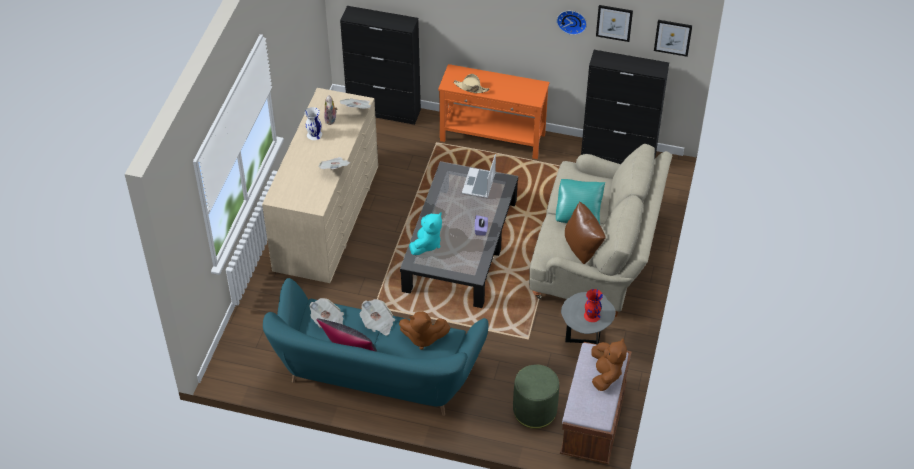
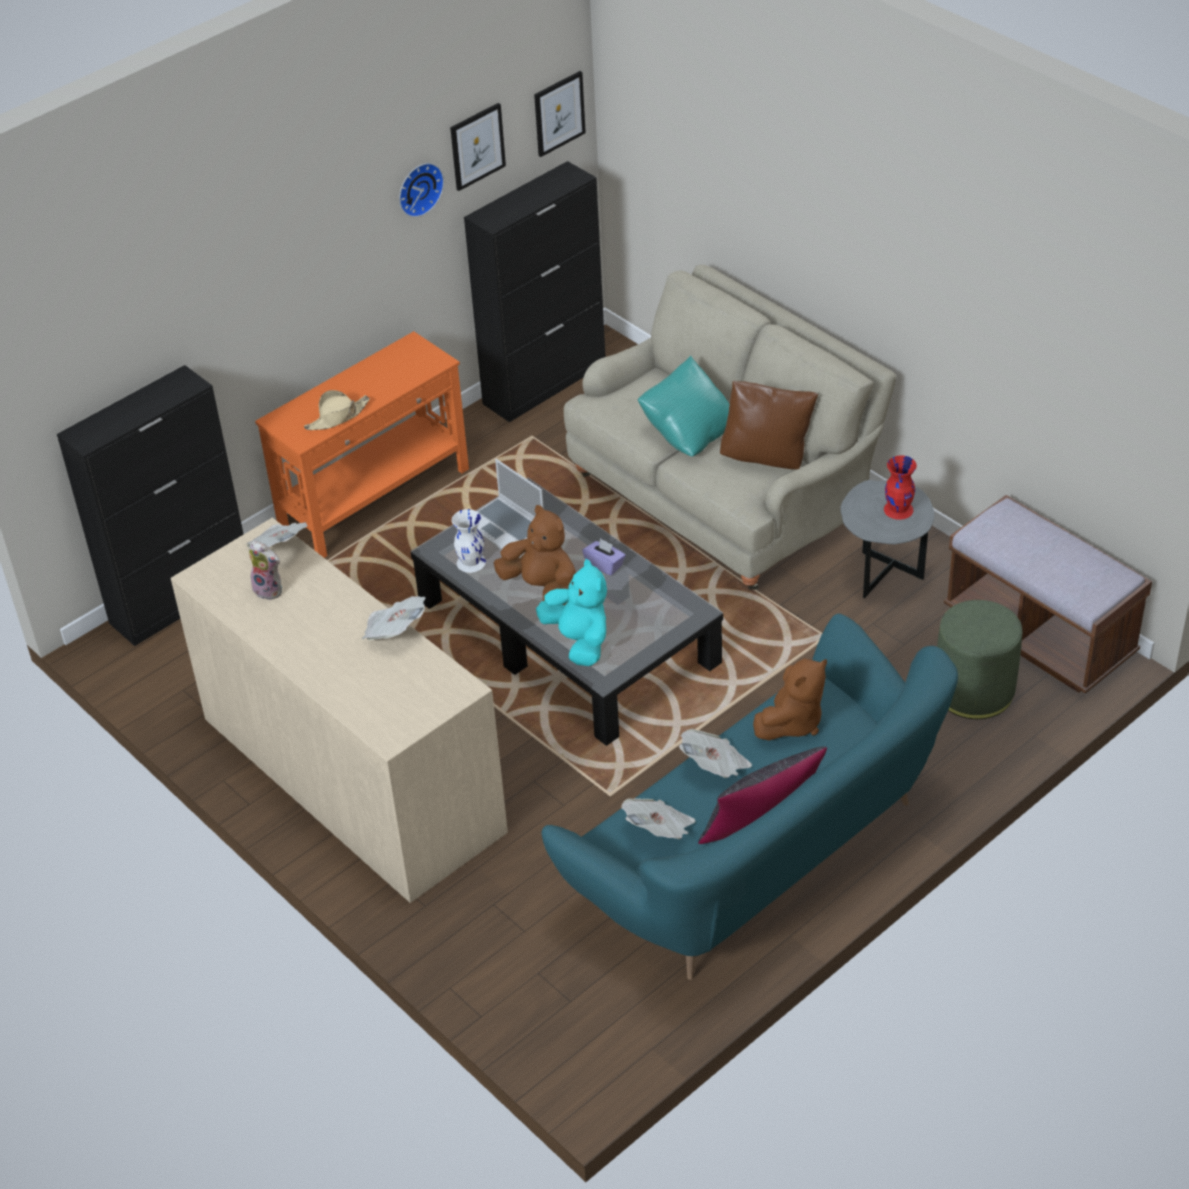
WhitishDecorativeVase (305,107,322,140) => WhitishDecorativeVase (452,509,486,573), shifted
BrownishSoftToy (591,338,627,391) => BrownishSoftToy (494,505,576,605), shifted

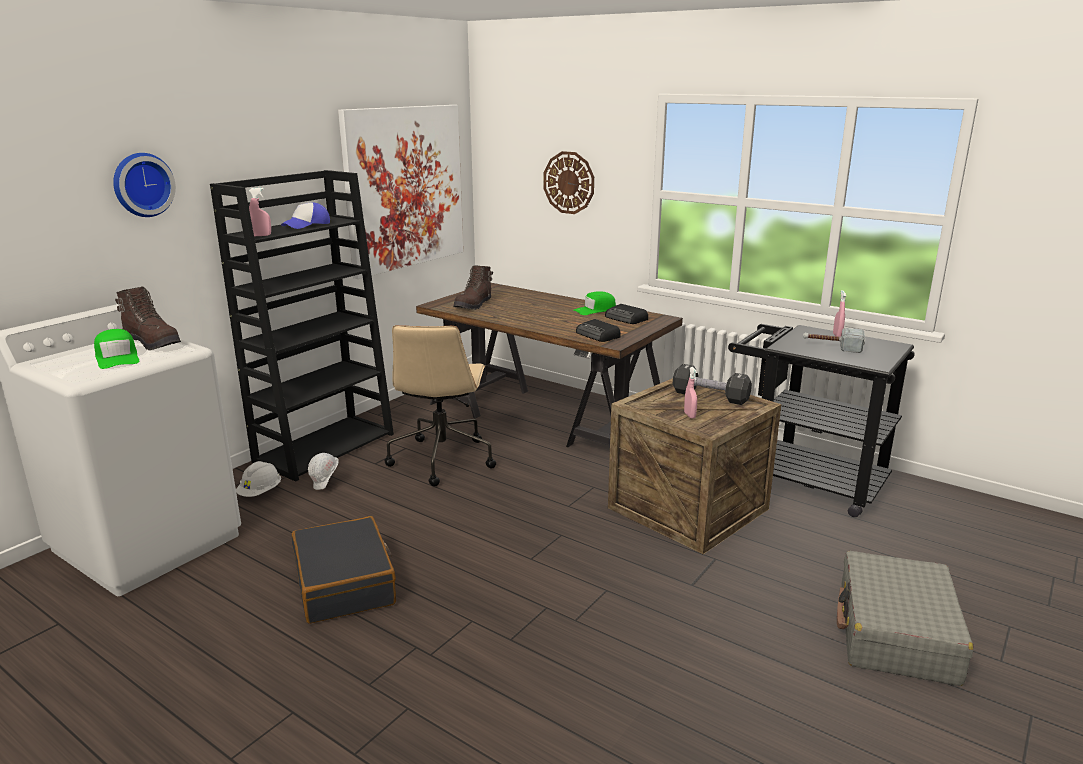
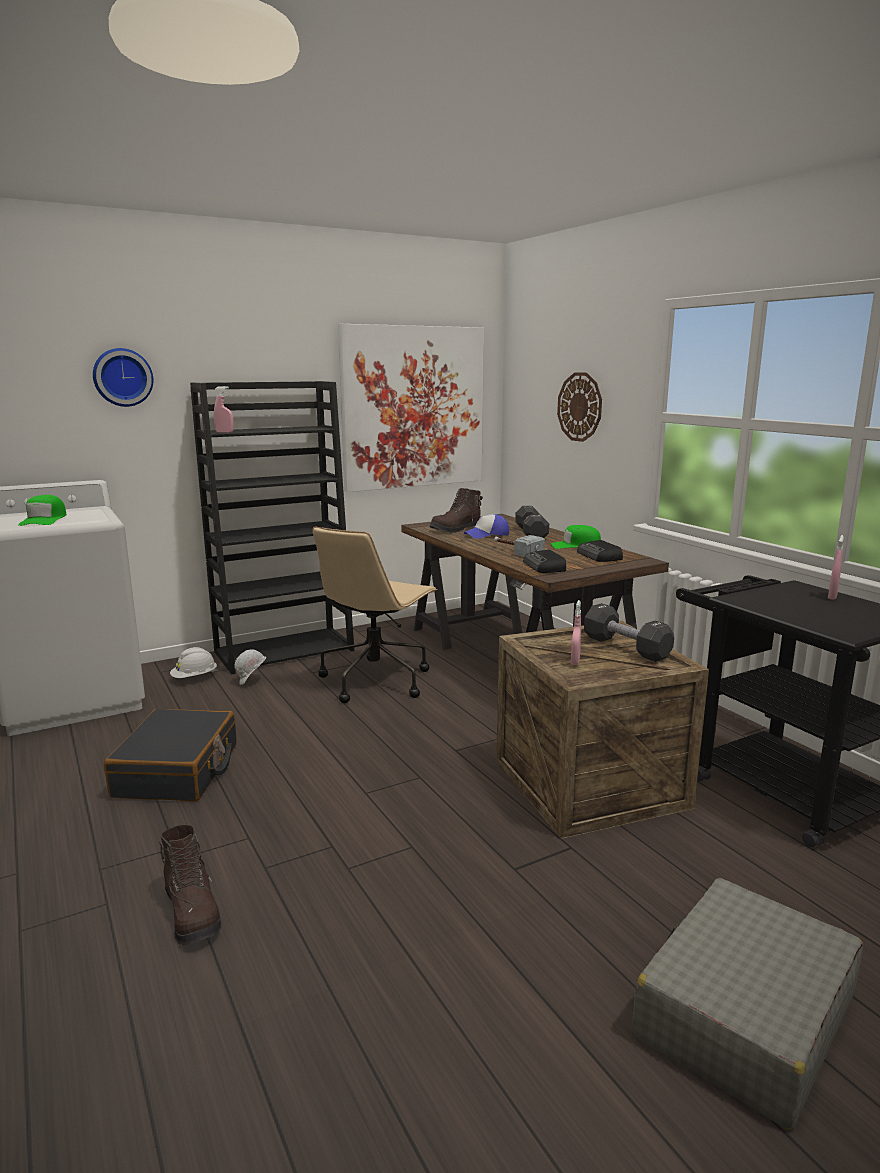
nothing => BlackishDumbbell (515,506,549,538)
BrownishBoot (115,286,181,350) => BrownishBoot (159,825,222,945), shifted
PeakedCap (281,202,330,229) => PeakedCap (464,514,509,539), shifted
ToolHammer (803,328,865,353) => ToolHammer (494,535,545,557), shifted

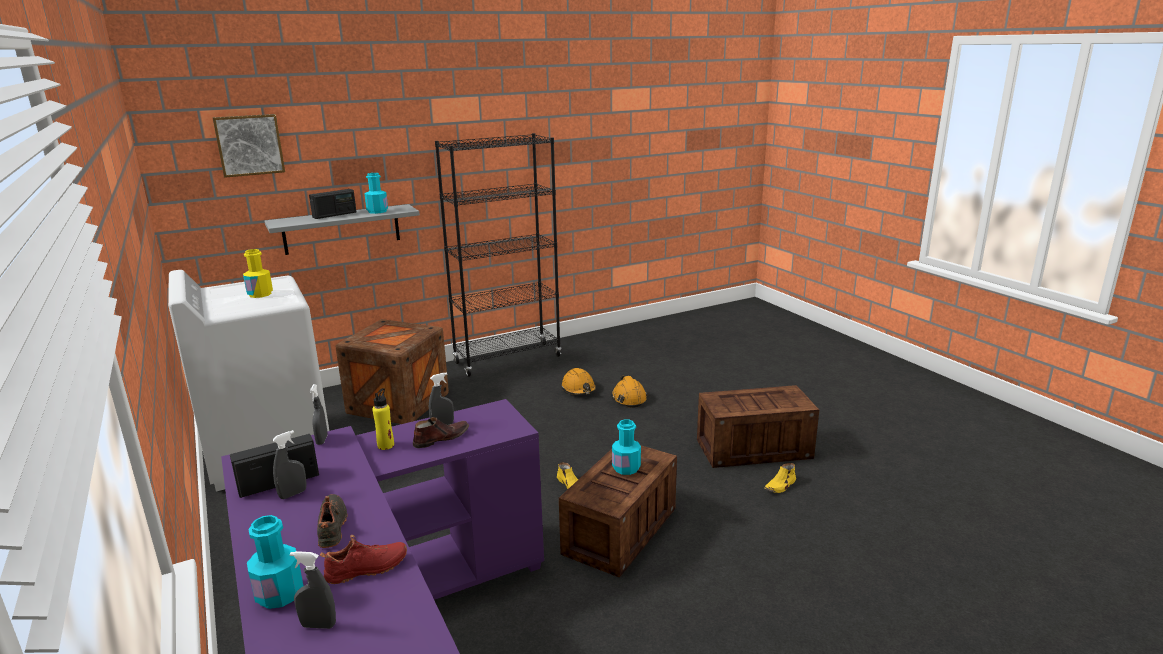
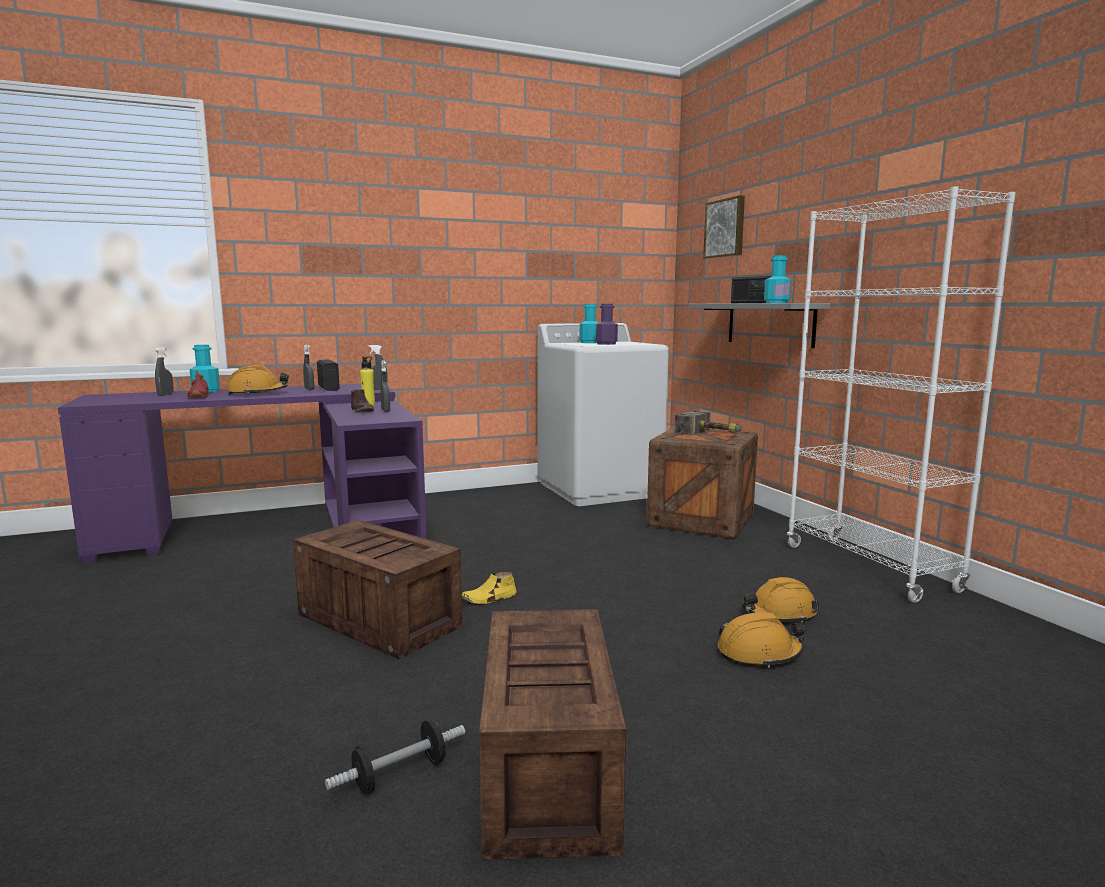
nothing => ToolHammer (674,411,742,435)
TurquoiseBottle (612,419,641,475) => TurquoiseBottle (580,304,598,343), shifted
BlackishItemOfFootwear (317,494,348,548) => OrangeySafetyHelmet (226,365,289,395)
YellowColouredItemOfFootwear (764,463,796,493) => Dumbbell (325,720,465,794)
YellowColouredBottle (243,249,273,298) => PurpleBottle (596,304,618,345)
BlackishBookcase (435,133,561,377) => WhitishBookcase (787,186,1016,603)

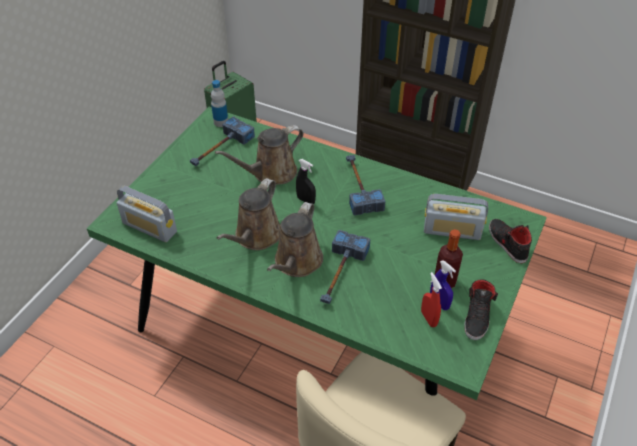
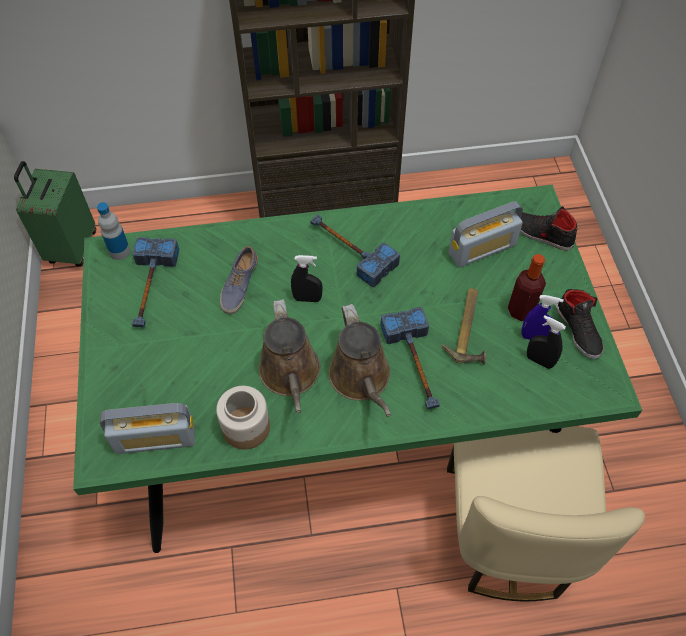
nothing => StorageJar (216,386,270,450)
nothing => ToolHammer (442,288,486,365)
BrownishWateringCan (215,125,303,185) => ItemOfFootwear (220,246,258,314)
RedColouredSprayer (421,272,442,327) => BlackishSprayer (527,315,566,369)

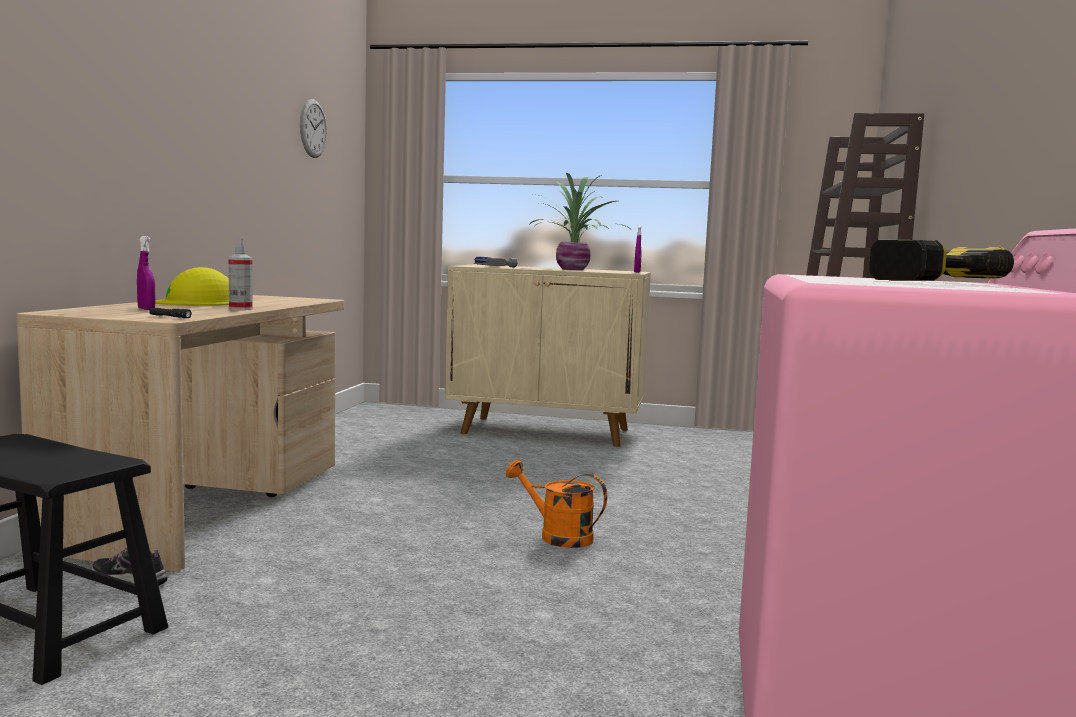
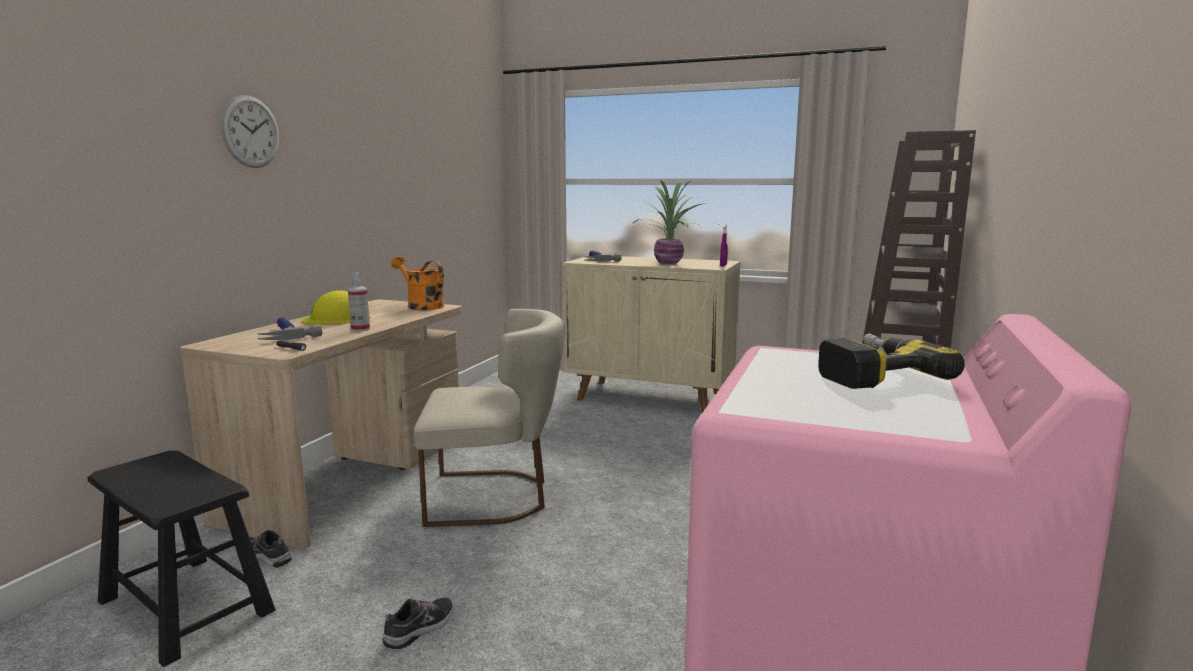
nothing => ItemOfFootwear (383,598,453,649)
nothing => SandColouredChair (414,309,565,527)
ClockOnTheWall (300,99,327,158) => ClockOnTheWall (221,95,279,168), shifted
OrangeyWateringCan (506,460,607,548) => OrangeyWateringCan (391,256,444,310), shifted
PurpleSprayer (137,236,156,310) => ToolHammer (258,317,322,340)

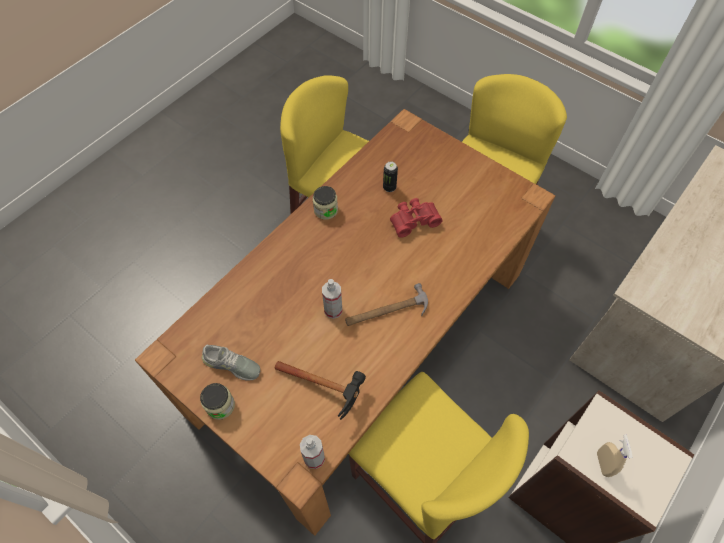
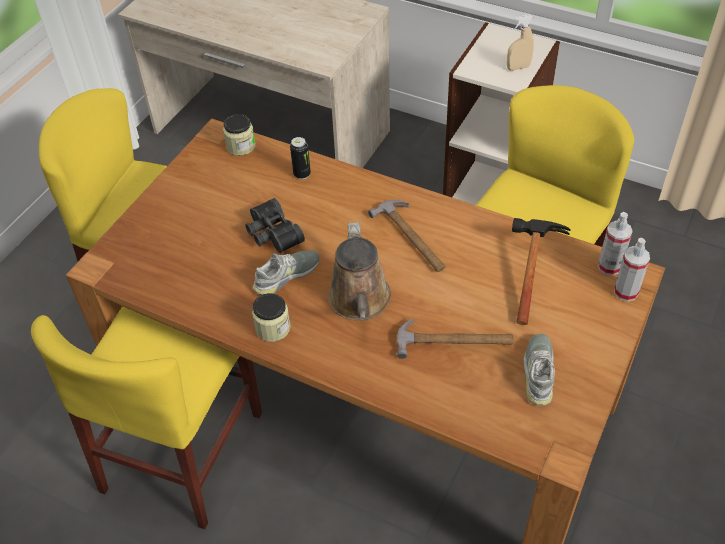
nothing => GrayItemOfFootwear (253,250,320,295)
nothing => BrownishWateringCan (328,222,391,321)
nothing => ToolHammer (397,318,514,359)
StorageJar (200,383,235,420) => StorageJar (223,114,256,156), shifted
Sprayer (322,279,342,319) => Sprayer (614,238,650,302), shifted
MetalCan (383,162,398,192) => MetalCan (290,137,311,179), shifted
RedColouredBinoculars (390,198,443,238) => BlackishBinoculars (245,198,305,253)

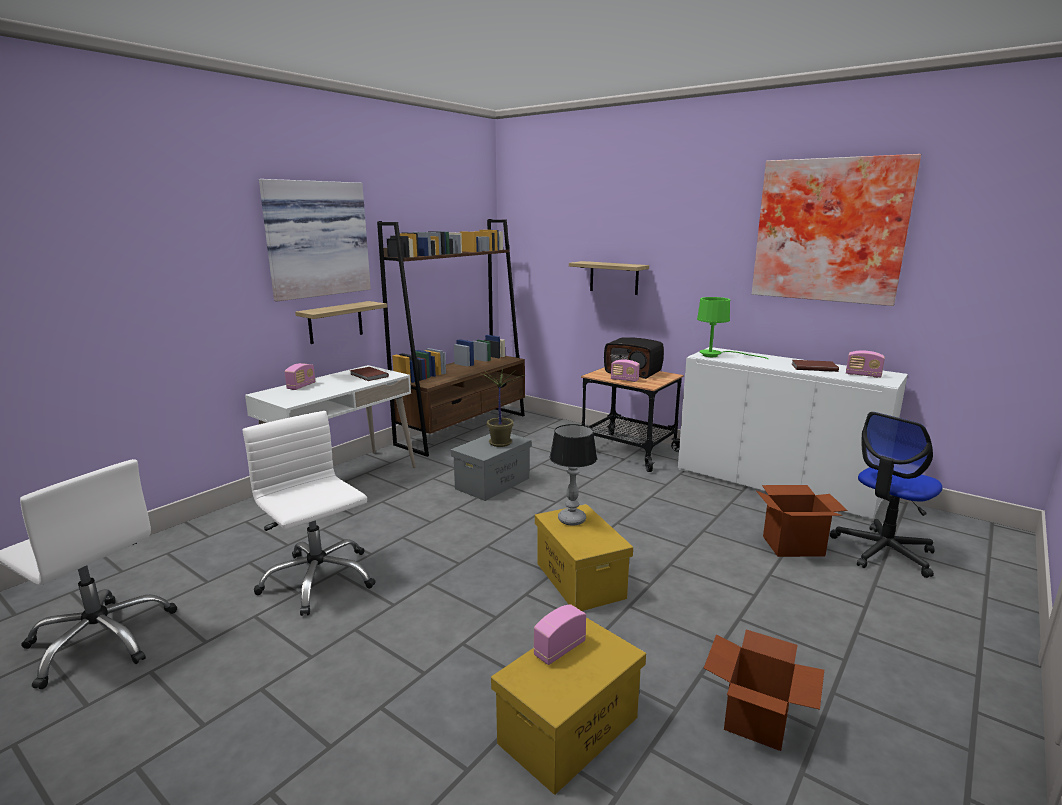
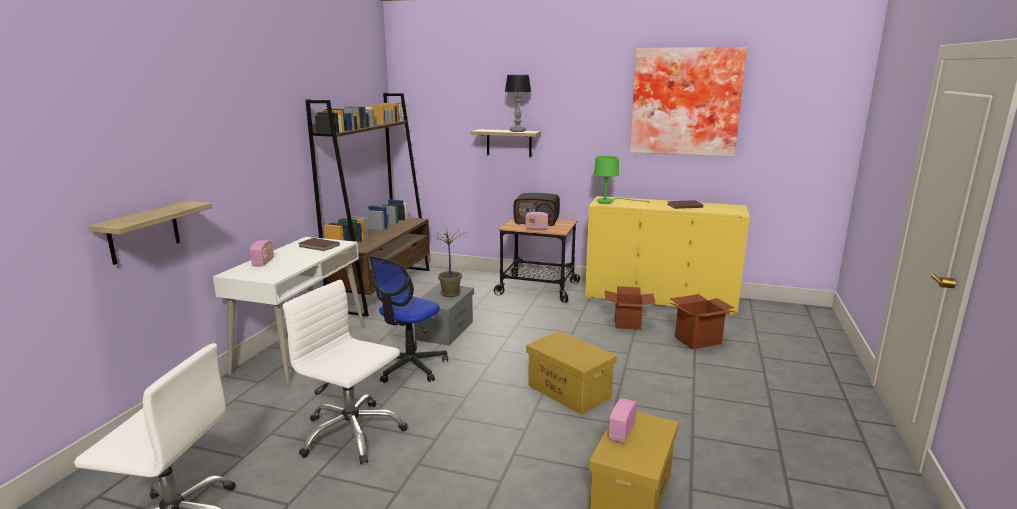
Picture (259,179,371,301) => nothing
Radio (846,350,885,378) => nothing
BracketShelf (295,301,387,344) => BracketShelf (88,201,212,265), shifted
TableLamp (550,424,597,526) => TableLamp (505,75,531,132), shifted
Carton (704,630,824,751) => Carton (605,286,656,330), shifted
ComputerChair (830,412,942,578) => ComputerChair (369,256,448,383), shifted
WhitishStorageCabinet (678,347,908,521) => YellowColouredStorageCabinet (585,196,750,315)

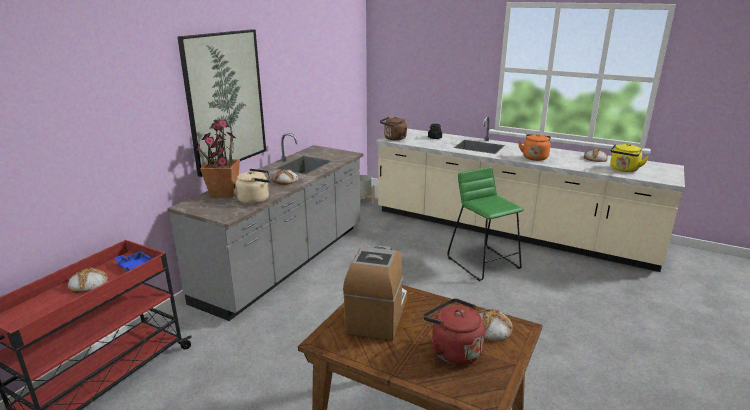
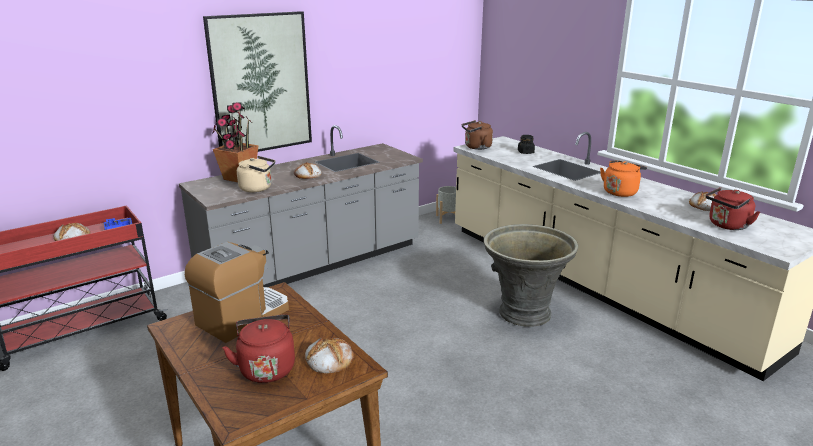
GreenColouredSittingStool (447,167,523,281) => GrayPlantPot (484,224,578,327)
YellowColouredKettle (610,143,649,172) => RedColouredKettle (706,187,760,230)

